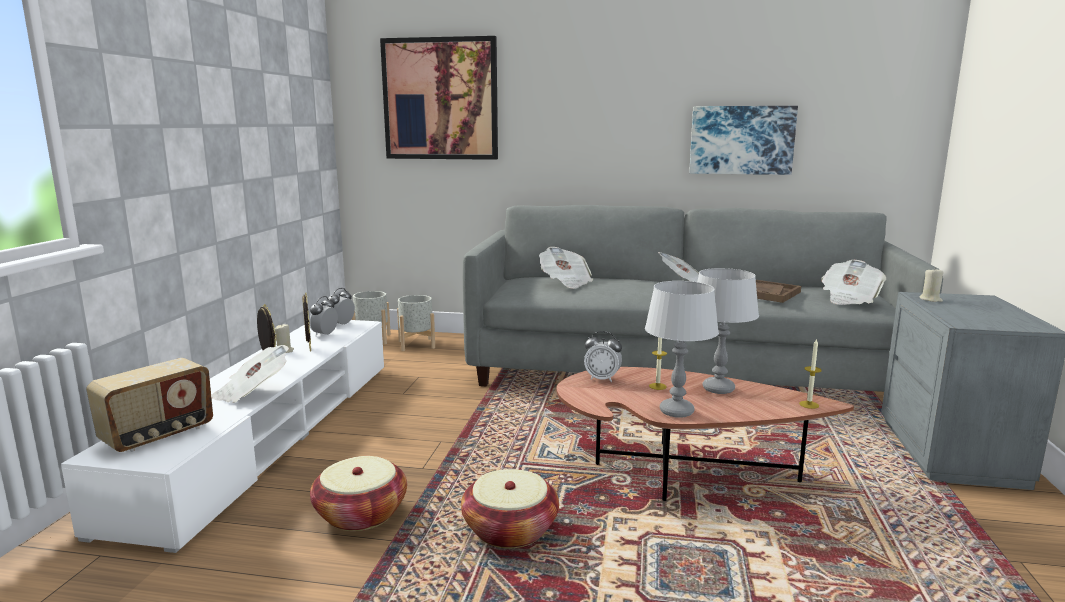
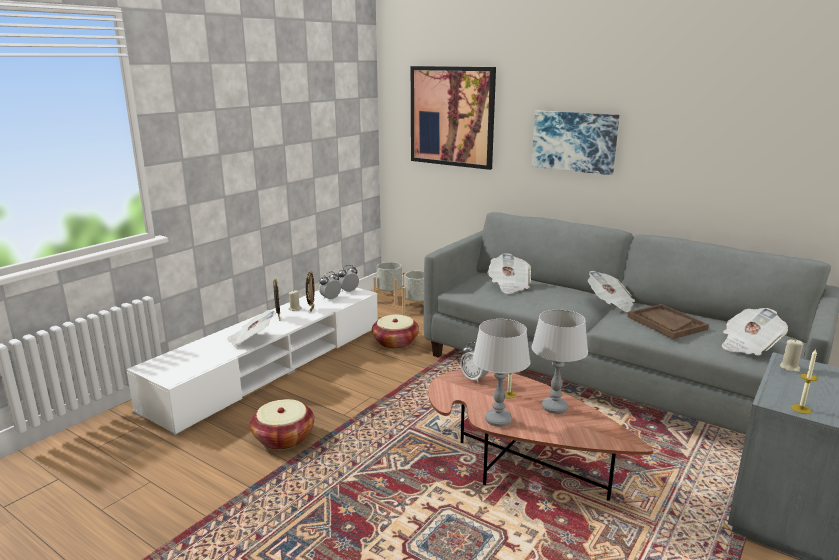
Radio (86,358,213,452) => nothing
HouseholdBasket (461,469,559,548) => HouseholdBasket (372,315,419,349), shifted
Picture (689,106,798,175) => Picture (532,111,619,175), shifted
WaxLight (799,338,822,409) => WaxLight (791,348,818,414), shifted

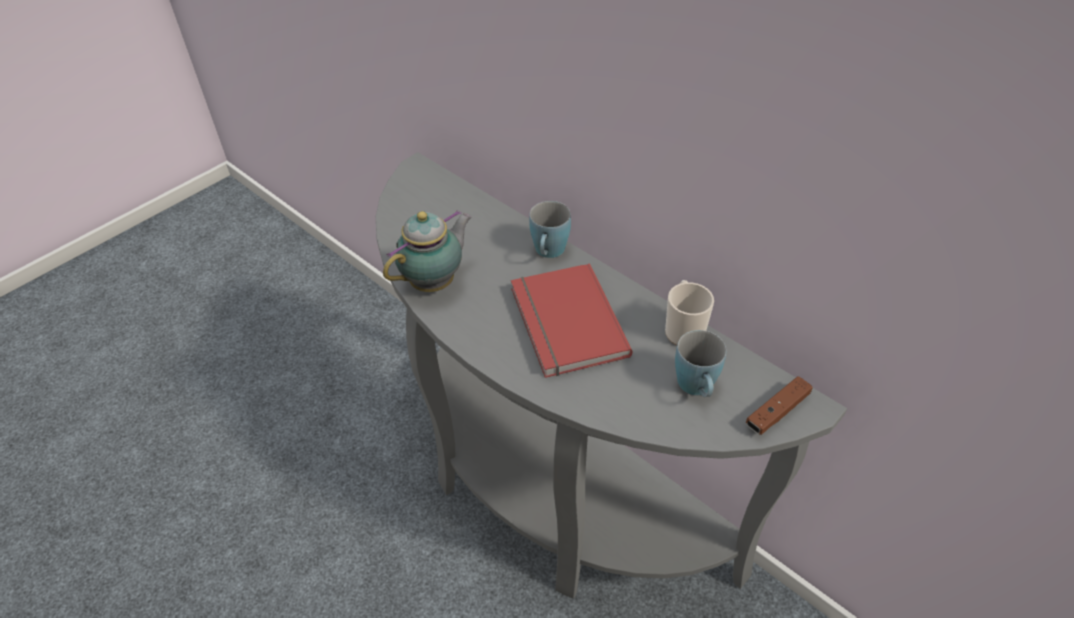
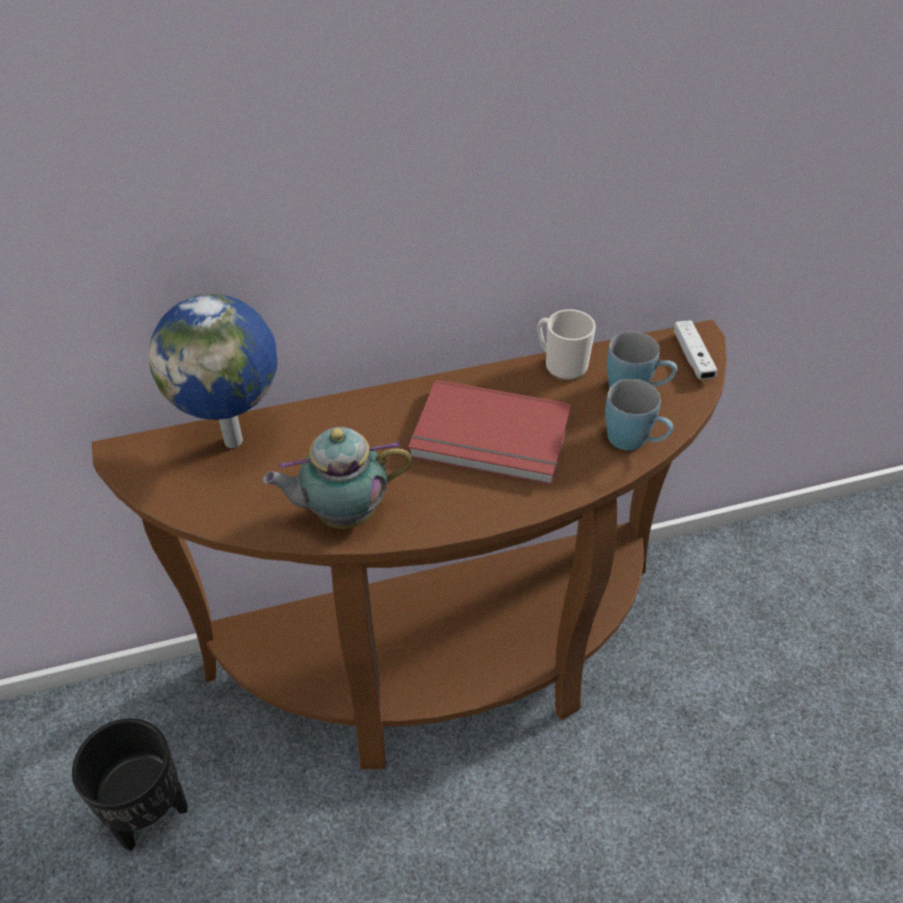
nothing => BlackishPlantPot (72,718,188,851)
nothing => Globe (149,294,277,448)
BluishCoffeeMug (529,201,571,258) => BluishCoffeeMug (605,379,674,451), shifted
GrayConsoleTable (376,152,847,599) => BrownishConsoleTable (92,320,727,769)
BrownishJoypad (746,376,813,435) => WhitishJoypad (673,320,717,379)
TeaPot (383,210,472,292) => TeaPot (263,427,412,529), 90 degrees counterclockwise

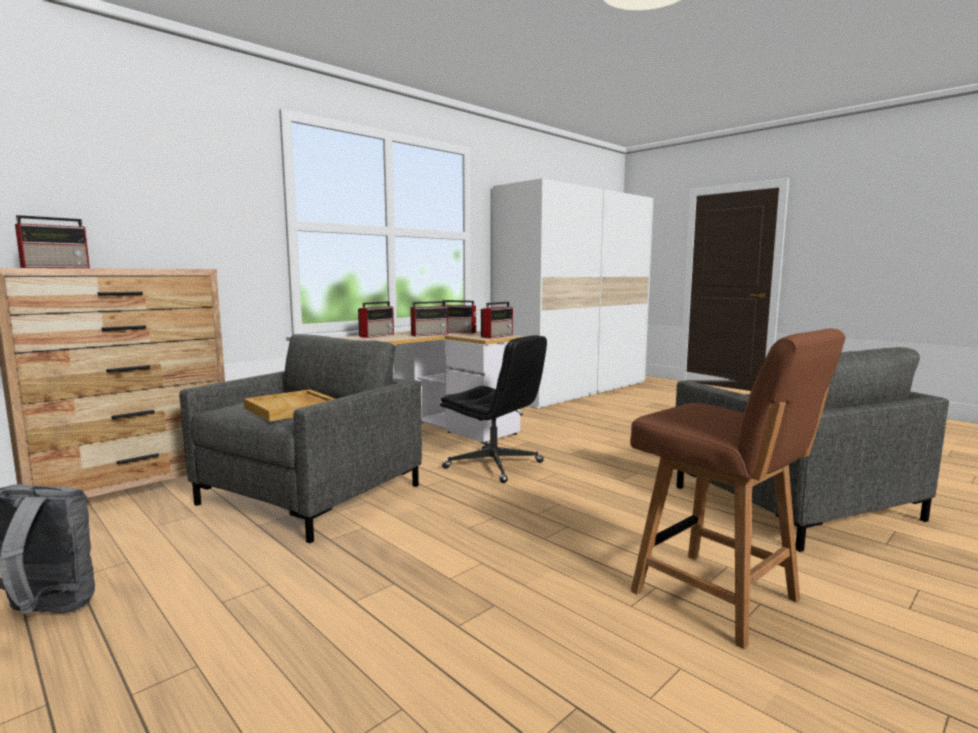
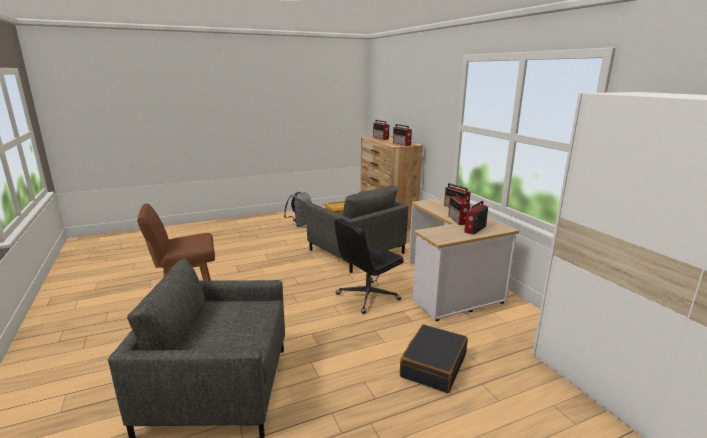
nothing => BlackishSuitcase (400,324,468,393)
Radio (481,302,513,338) => Radio (393,124,412,146), shifted

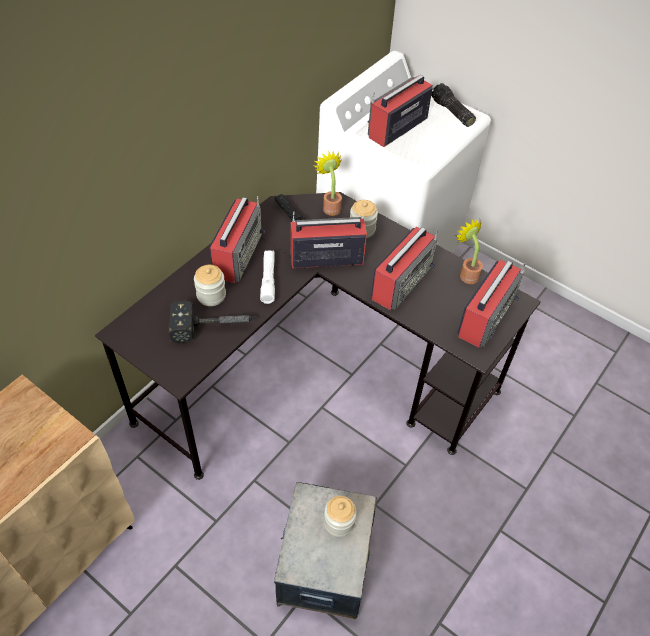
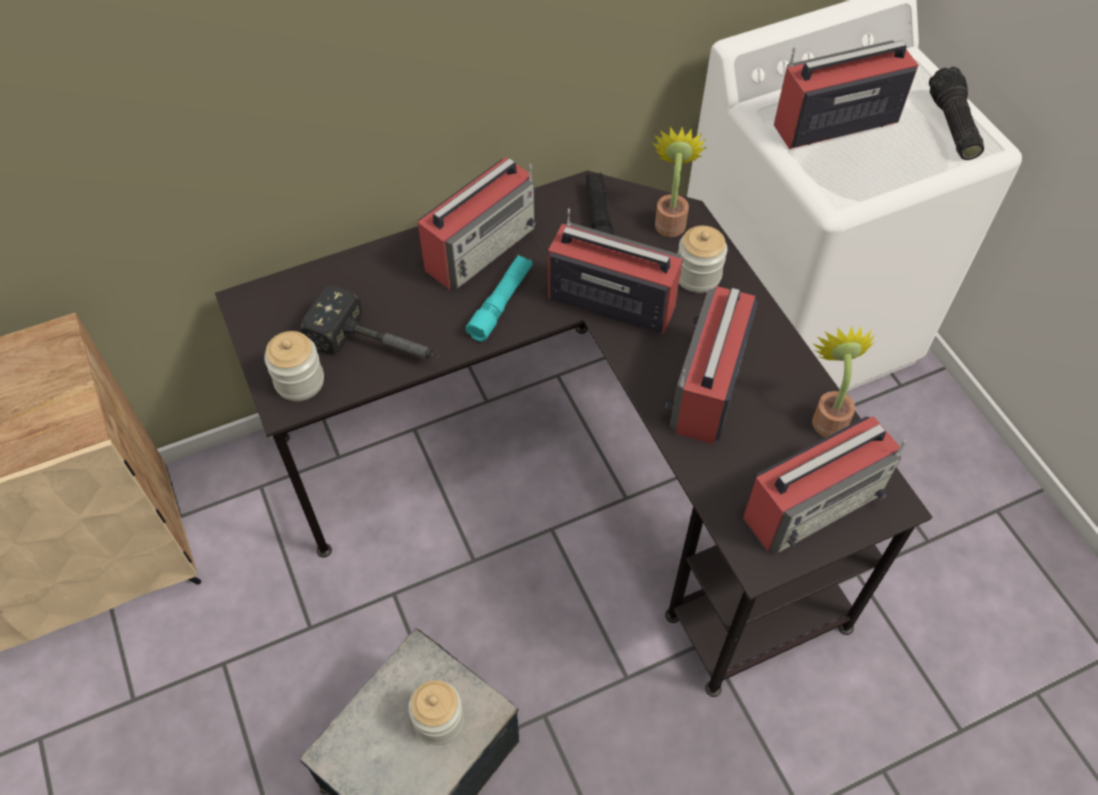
StorageJar (194,265,226,306) => StorageJar (264,331,324,401), shifted
WhitishFlashlight (260,250,275,304) => TurquoiseFlashlight (466,255,533,342)
Radio (371,227,438,310) => Radio (665,286,758,444), 135 degrees clockwise

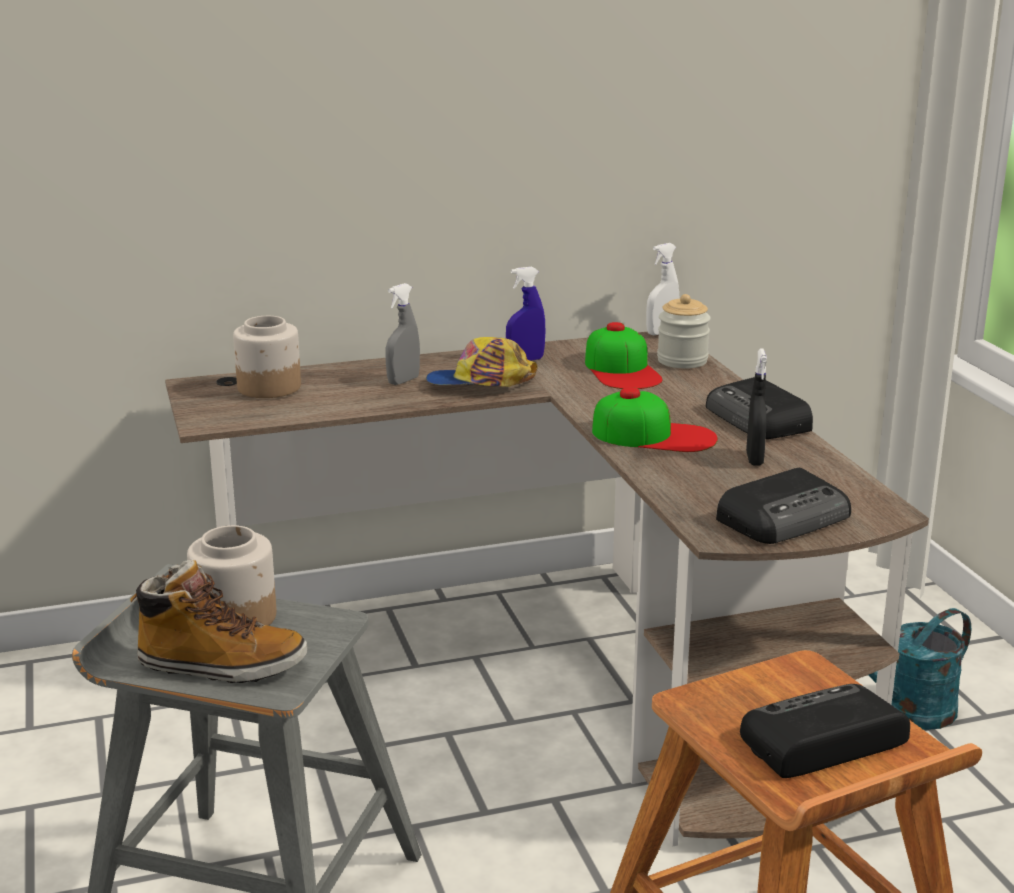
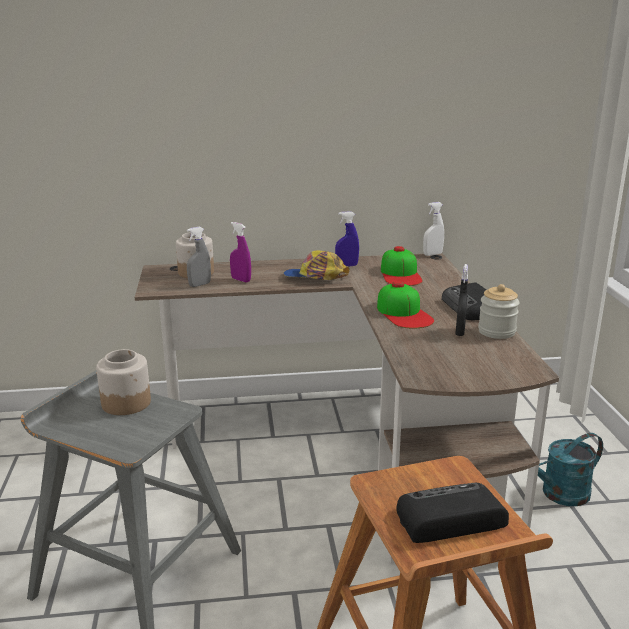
Boot (130,560,307,683) => nothing
Radio (716,468,851,544) => nothing
nothing => PurpleSprayer (230,222,251,283)
GraySprayer (386,283,420,385) => GraySprayer (187,226,211,287), shifted
StorageJar (657,294,711,368) => StorageJar (478,284,520,339), shifted
PeakedCap (592,387,718,452) => PeakedCap (377,281,434,329), 45 degrees clockwise

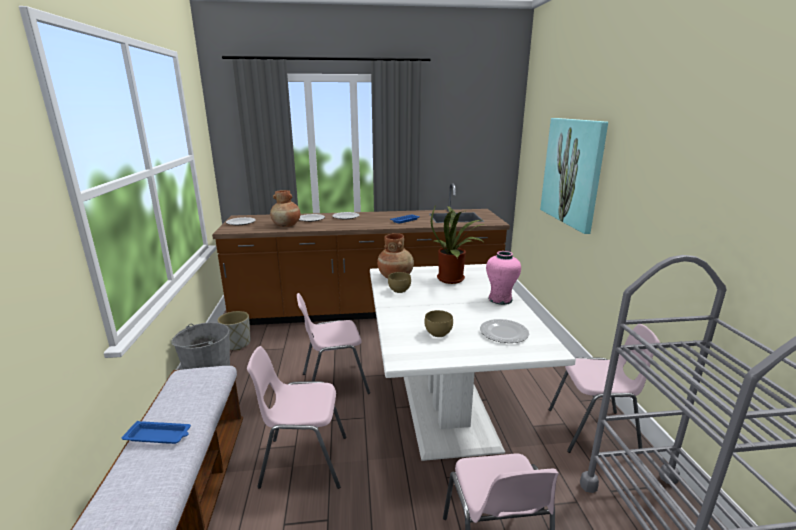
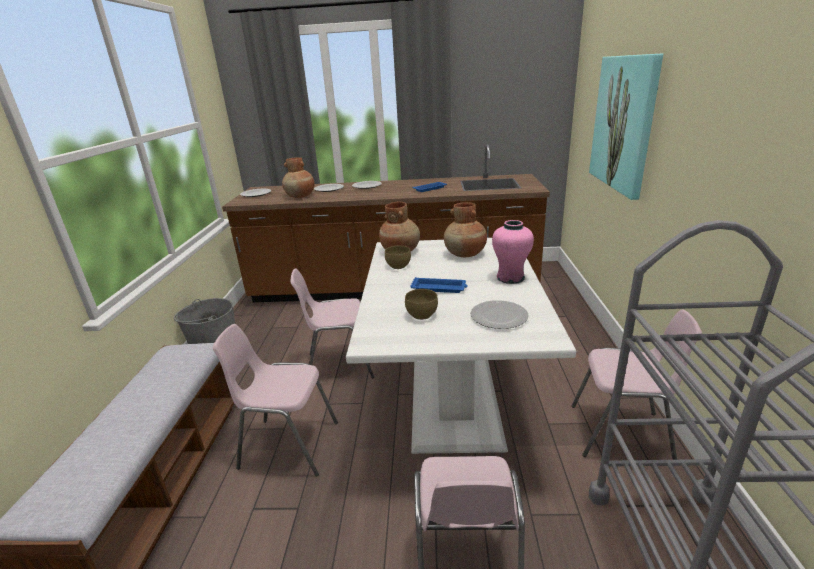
GrayPlantPot (217,311,251,350) => nothing
BluishCarryingTray (121,421,191,444) => BluishCarryingTray (410,277,468,293), shifted
Houseplant (431,205,484,284) => BrownishDecorativeVase (444,202,487,257)

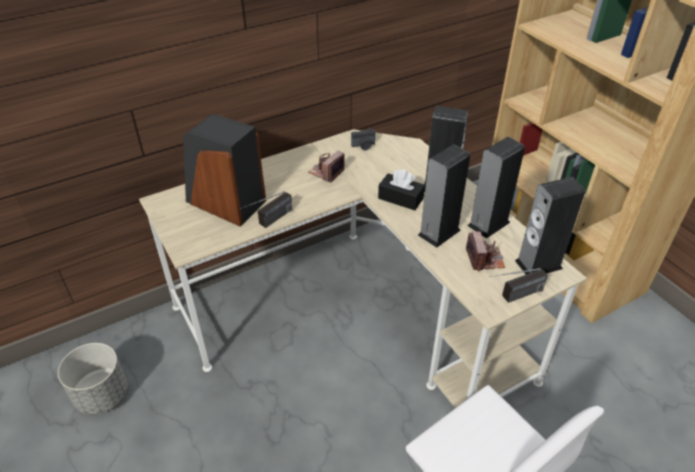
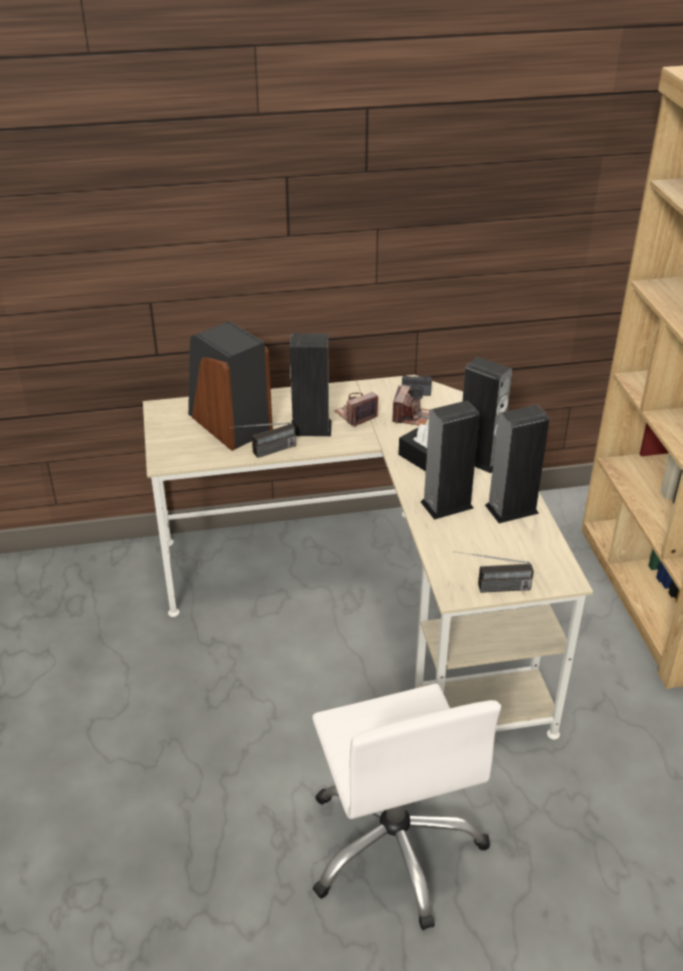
GrayPlantPot (58,343,128,415) => nothing
PhotoCamera (466,231,505,271) => PhotoCamera (392,385,430,426), shifted
Speaker (515,177,585,274) => Speaker (290,333,332,436), shifted

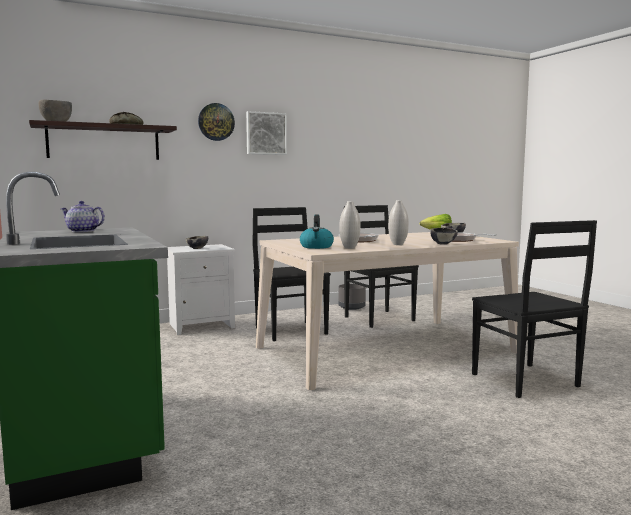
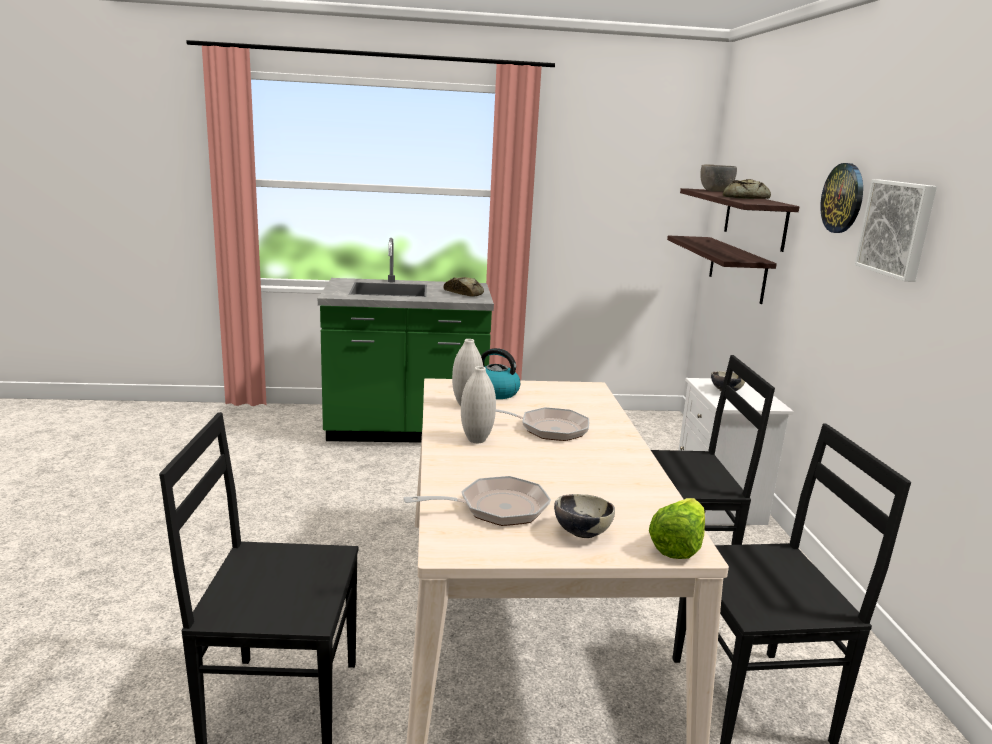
GrayPlantPot (338,284,366,310) => nothing
Bowl (430,227,458,245) => nothing
nothing => BracketShelf (667,235,777,304)
TeaPot (61,201,105,232) => BakedBread (443,277,484,297)

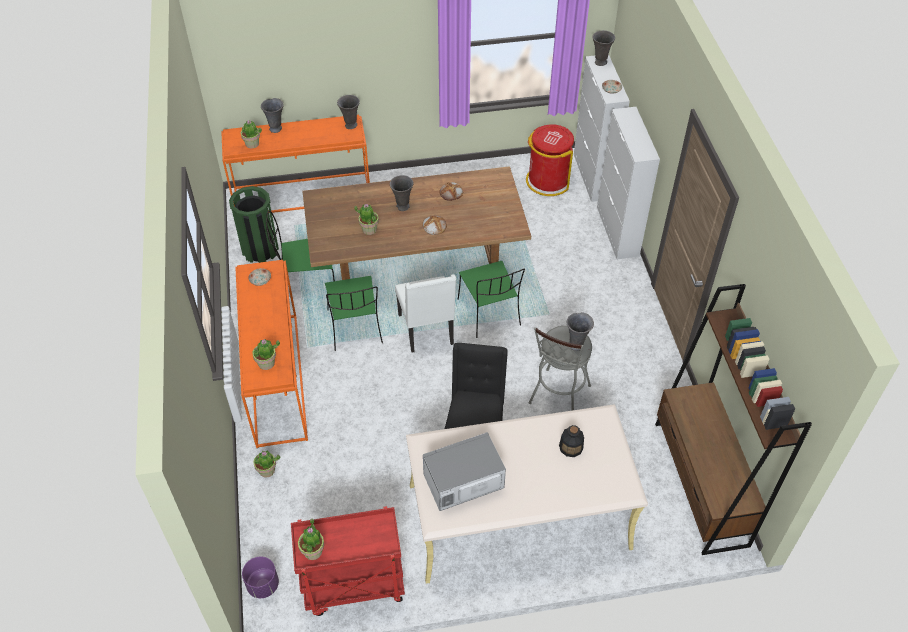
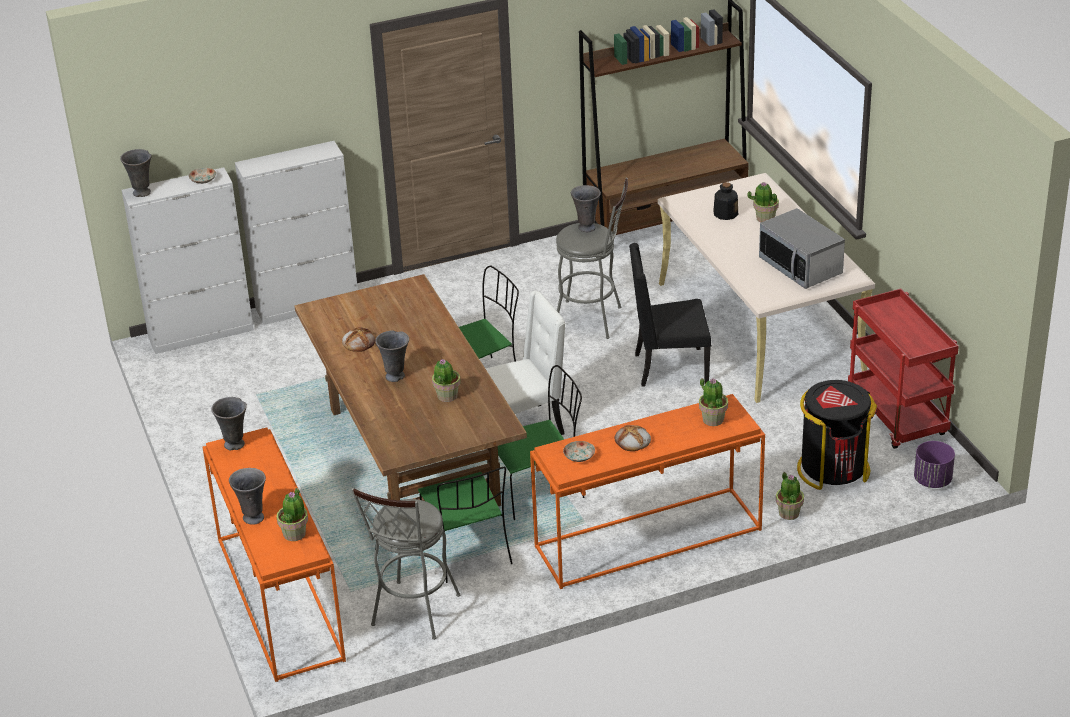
RedColouredWasteBin (526,124,574,196) => nothing
nothing => BlackishWasteBin (797,380,877,490)
Houseplant (298,519,324,560) => Houseplant (747,182,779,222), shifted
BakedBread (422,216,447,235) => BakedBread (614,425,651,451), shifted
GreenColouredWasteBin (229,186,279,263) => GraySittingStool (351,488,461,640)

